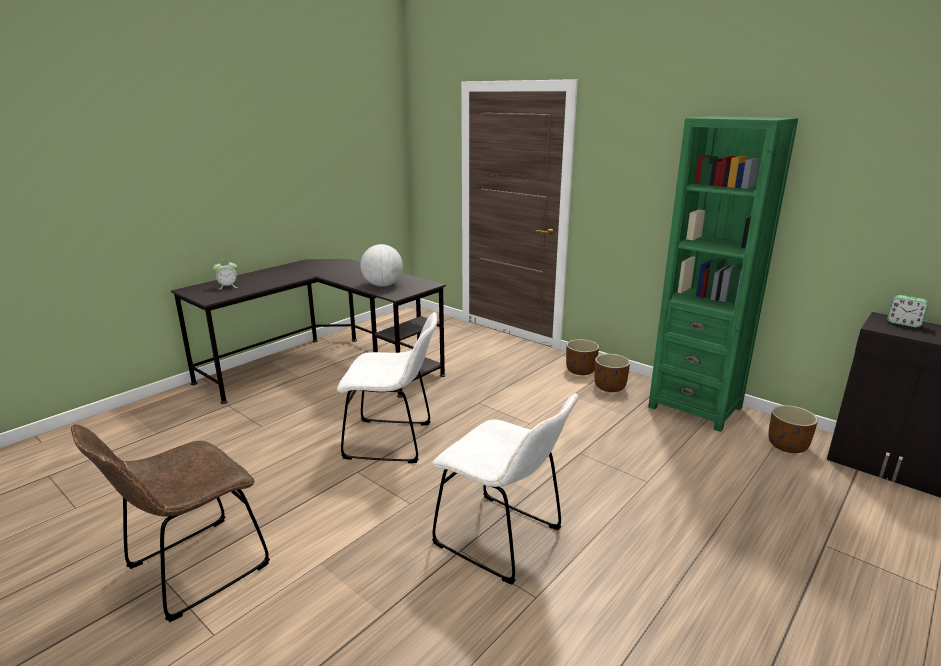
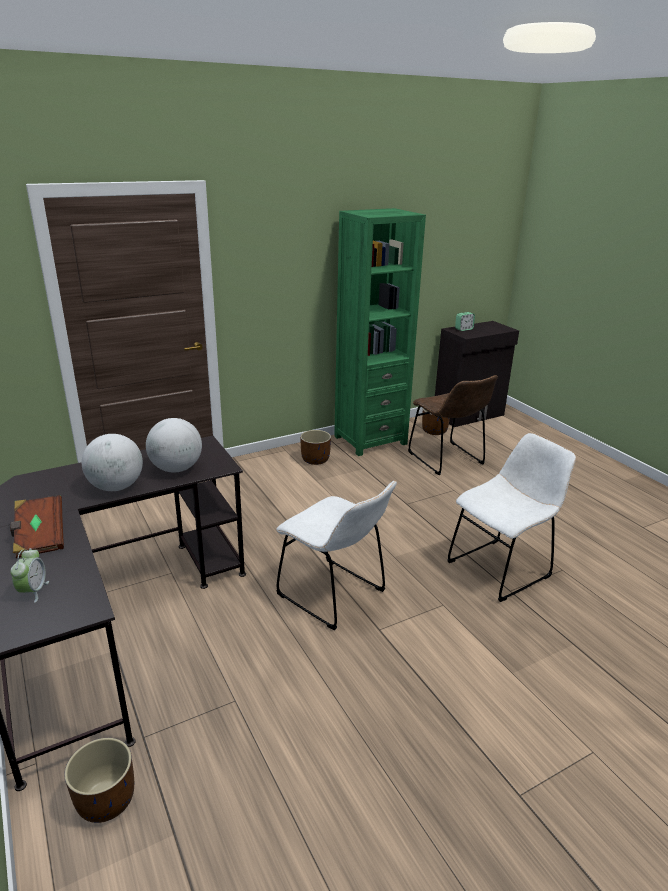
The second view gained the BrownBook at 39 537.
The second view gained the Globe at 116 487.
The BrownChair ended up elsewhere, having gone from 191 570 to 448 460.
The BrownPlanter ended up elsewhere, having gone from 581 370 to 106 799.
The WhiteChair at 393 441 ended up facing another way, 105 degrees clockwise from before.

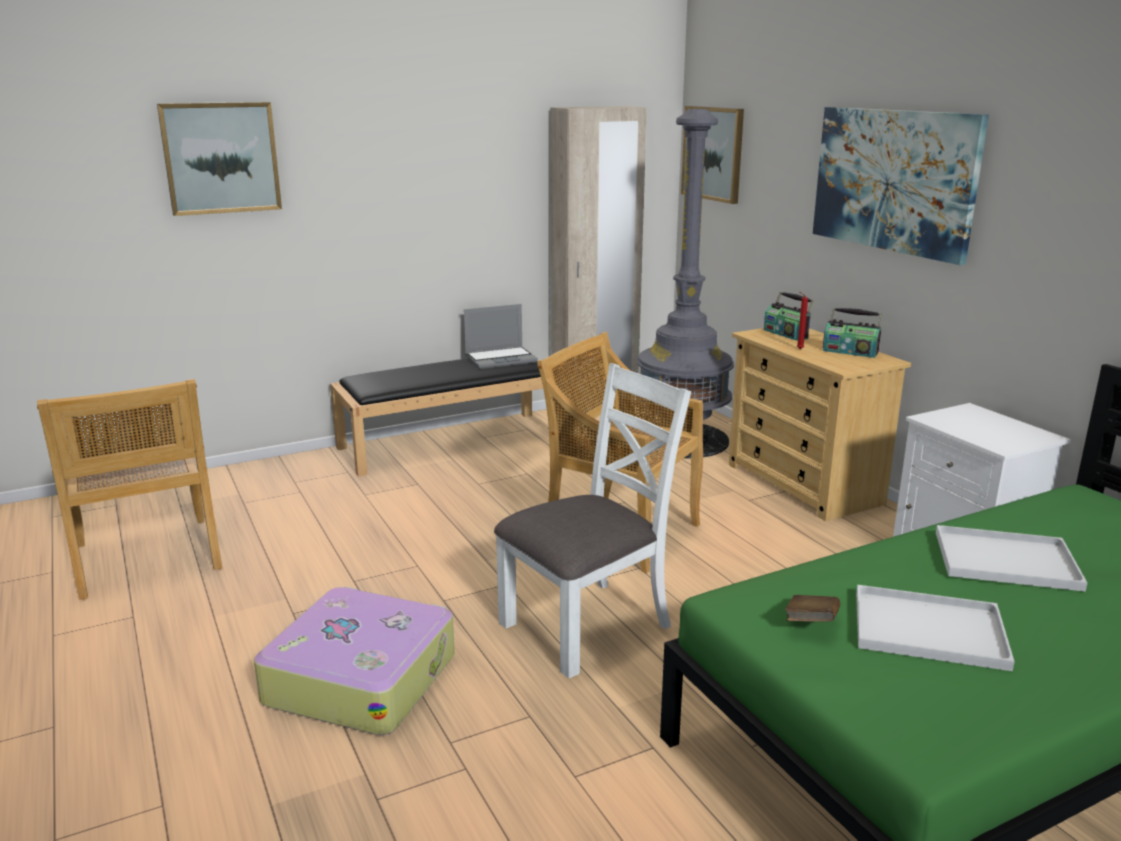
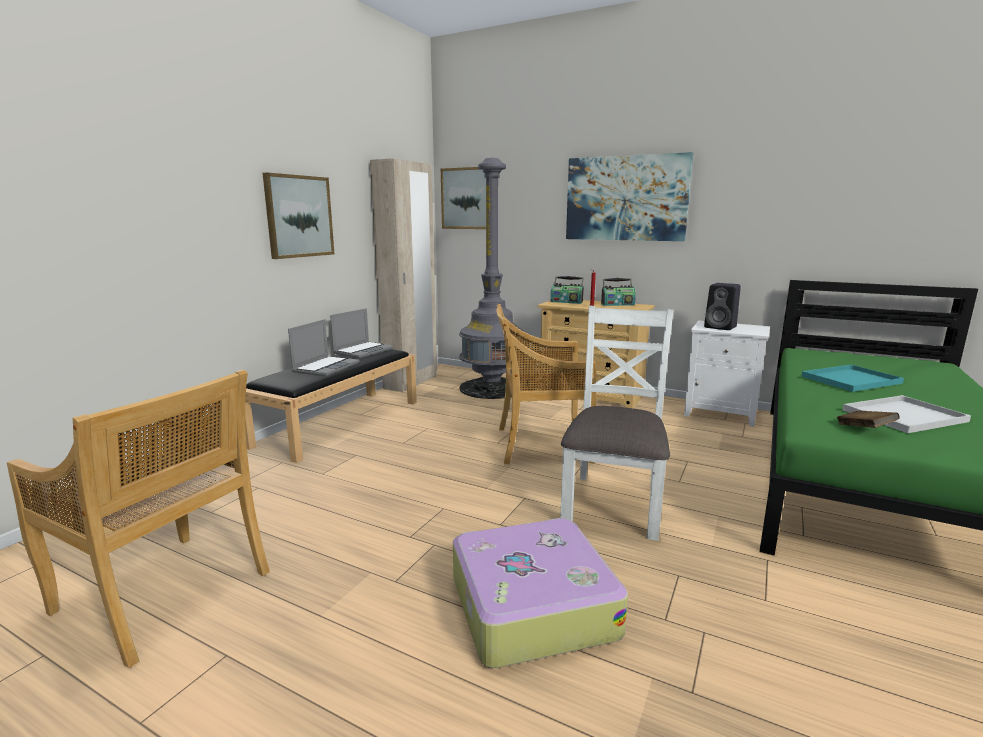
The second view gained the Laptop at 326 367.
The second view gained the BlackSpeaker at 721 327.
The Picture ended up elsewhere, having gone from 221 158 to 299 216.
What was the WhiteTray at 1003 560 turned into the TurquoiseTray at 850 380.

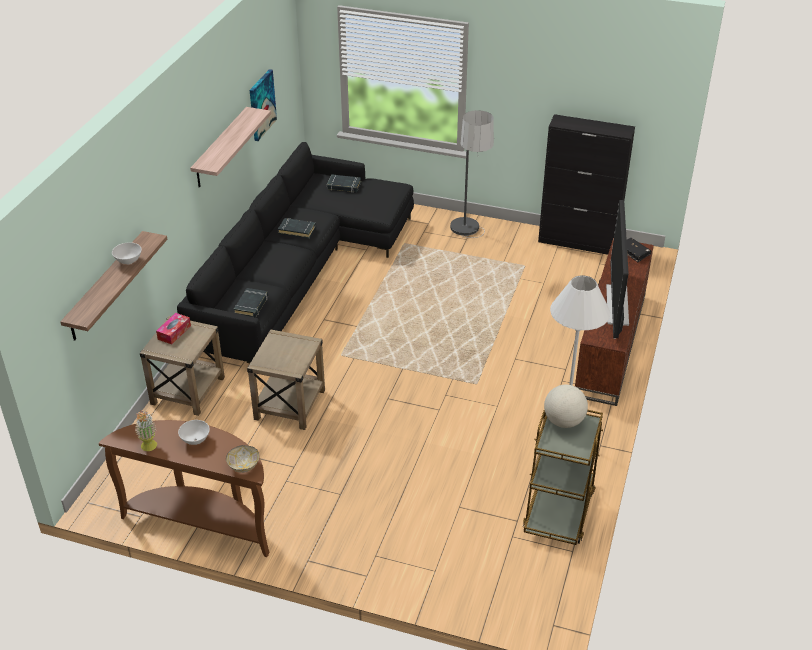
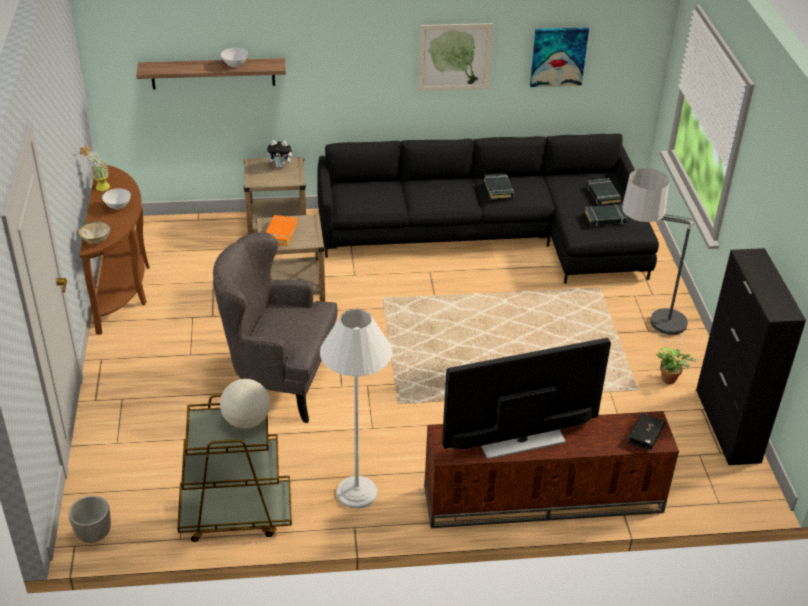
The second view gained the Planter at 93 534.
The second view gained the GreyArmchair at 279 379.
The second view gained the OrangeBook at 280 233.
The second view gained the PottedPlant at 671 379.
The BlackBook ended up elsewhere, having gone from 251 305 to 605 218.
Where the TissueBox stood at 174 332, the PlushToy came to stand at 281 166.
Where the Shelf hung at 220 148, the Picture came to hang at 455 57.

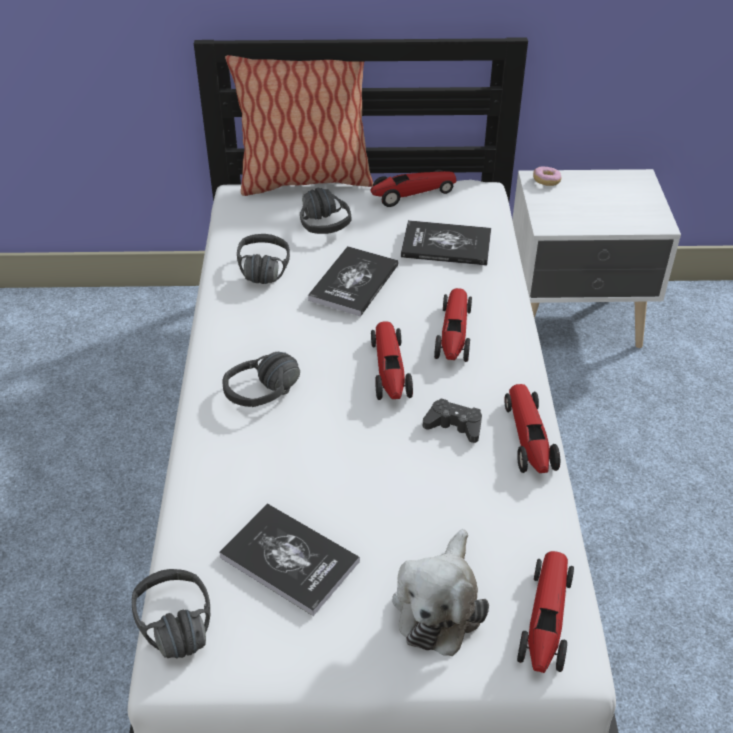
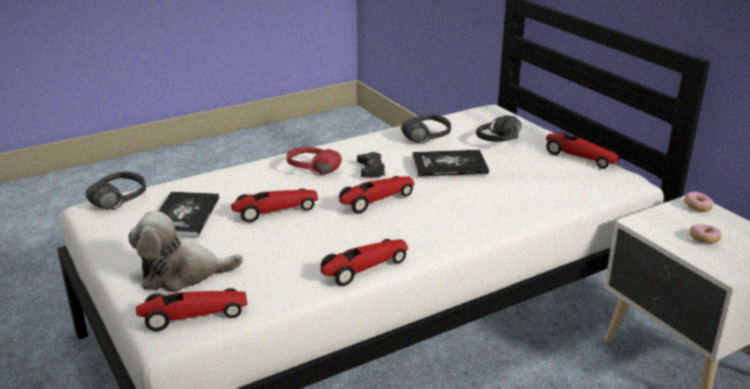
The second view lost the Pillow at 304 181.
The second view lost the Book at 446 245.
The second view gained the Donut at 704 239.
The BlackGameController ended up elsewhere, having gone from 454 426 to 371 170.
The ToyCar ended up elsewhere, having gone from 454 334 to 275 211.
What was the BlackHeadphones at 269 398 turned into the RedHeadphones at 310 173.

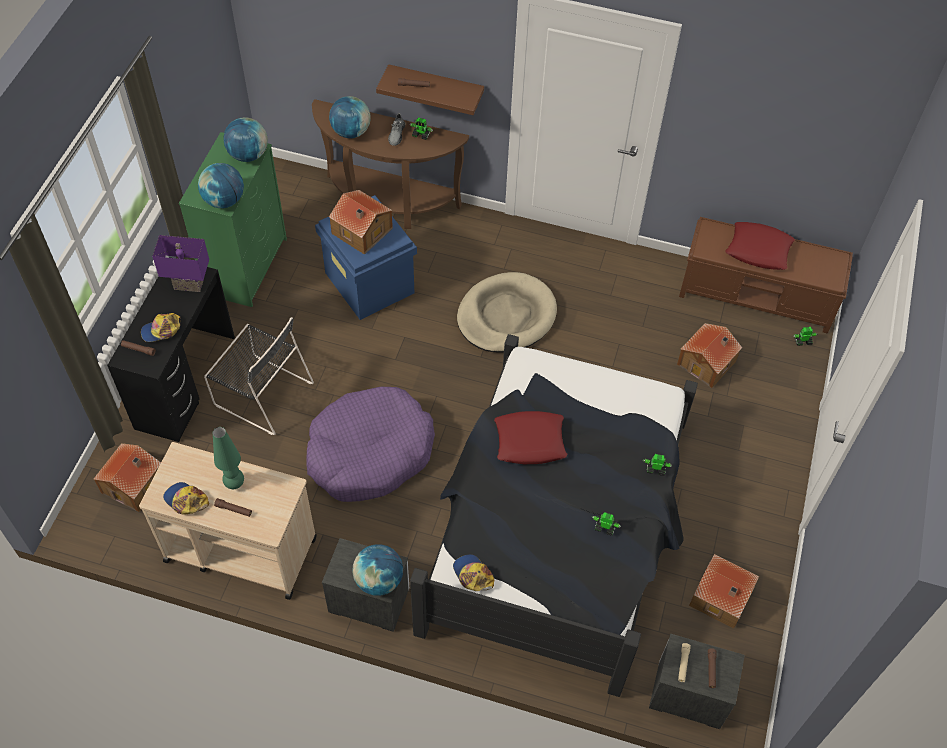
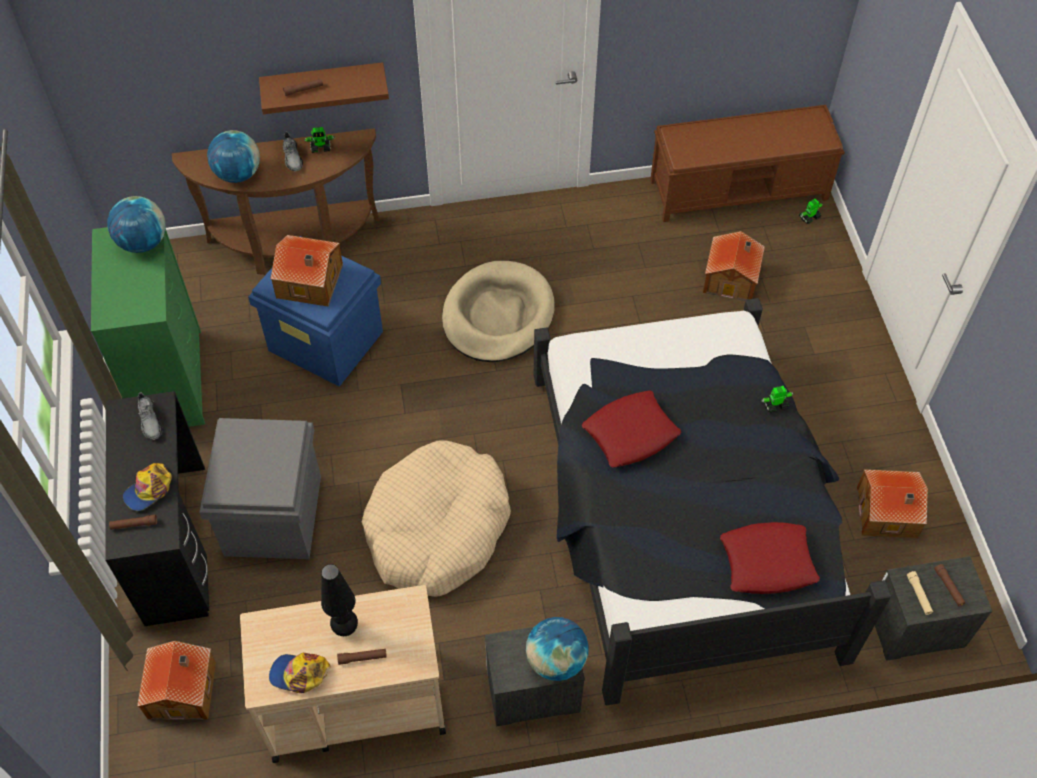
The second view lost the Globe at 224 200.
The second view lost the Cap at 473 575.
The second view lost the ToyRobot at 605 527.
The RedPillow ended up elsewhere, having gone from 758 250 to 767 562.
Where the PurpleTableLamp stood at 189 283, the GreyShoe came to stand at 150 421.
Where the BlackChair stood at 261 393, the GreyStorageBox came to stand at 273 516.
What was the GreenTableLamp at 235 483 turned into the BlackTableLamp at 345 627.
What was the PurpleDogBed at 369 453 turned into the BeigeDogBed at 437 528.

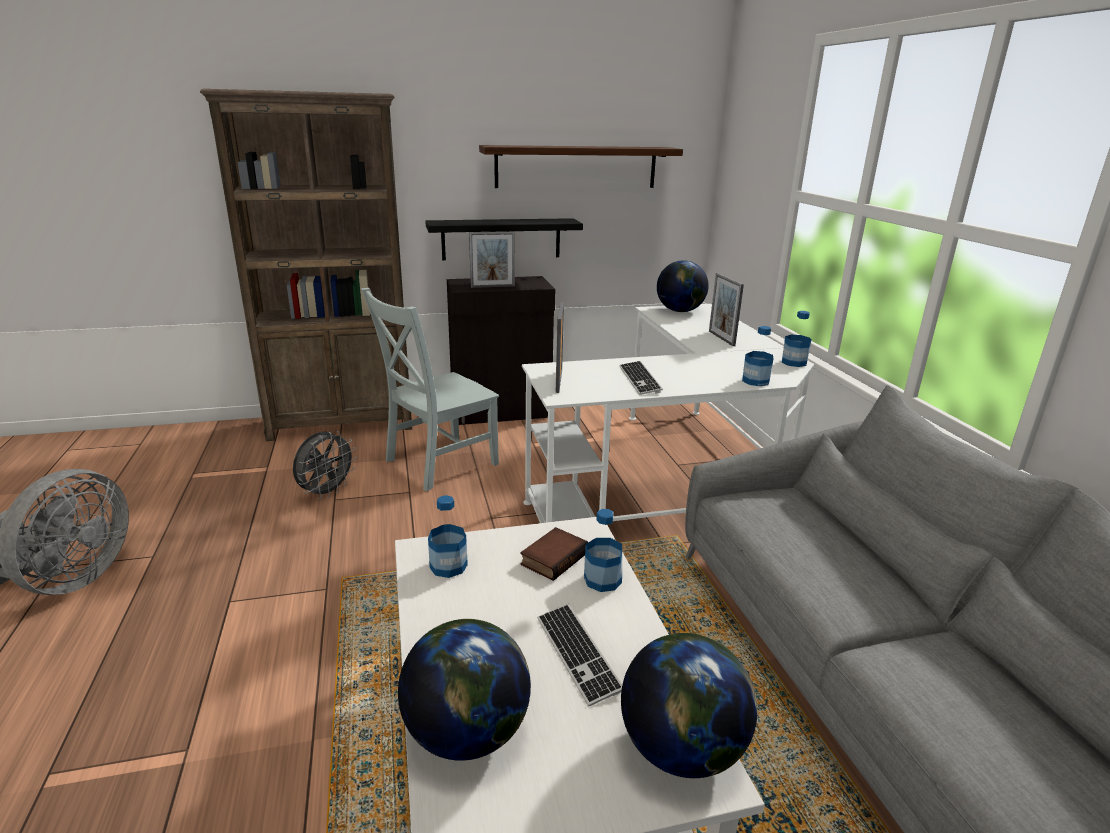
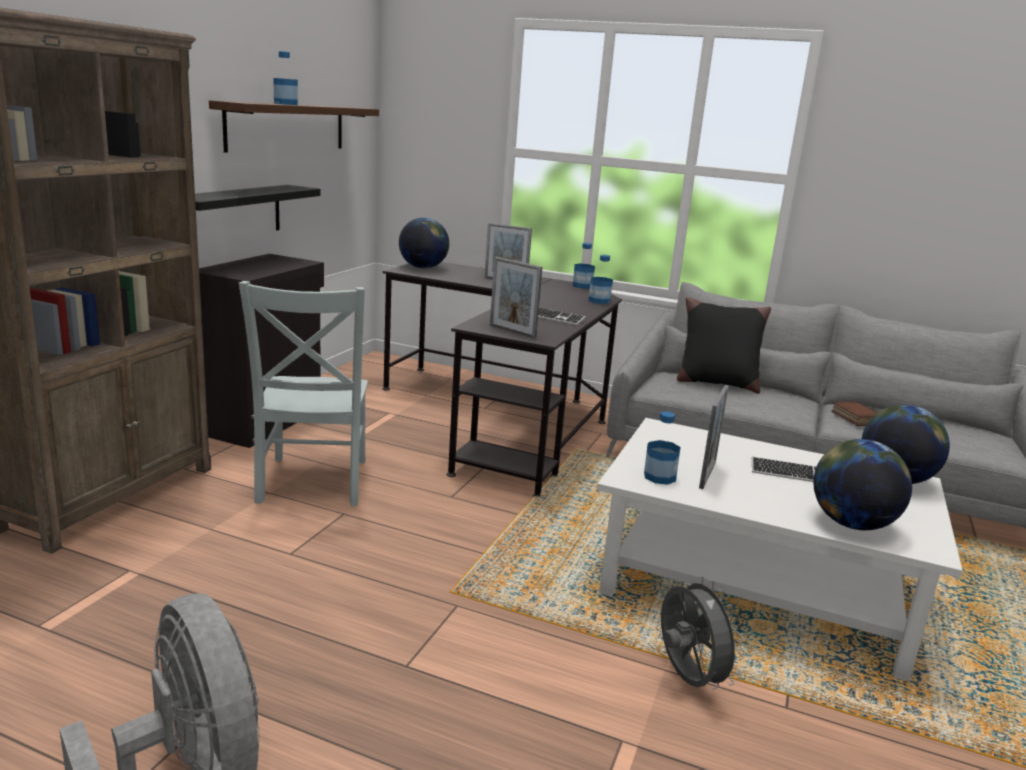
The second view gained the BlackPillow at 716 383.
The GreyFan ended up elsewhere, having gone from 327 492 to 687 679.
The PictureFrame ended up elsewhere, having gone from 492 286 to 707 475.
The Book ended up elsewhere, having gone from 553 558 to 854 418.
The Bottle ended up elsewhere, having gone from 602 580 to 285 104.
What was the WhiteDesk at 673 481 turned into the BlackDesk at 504 419.

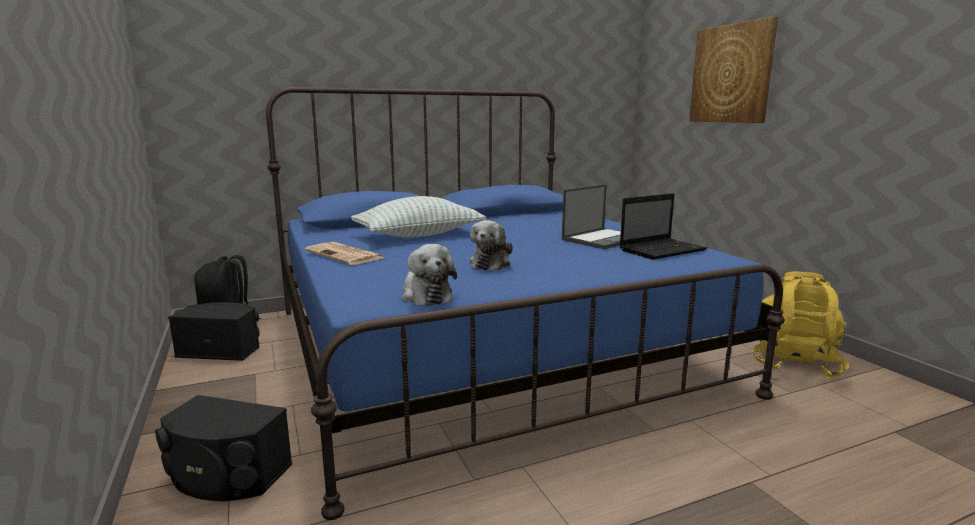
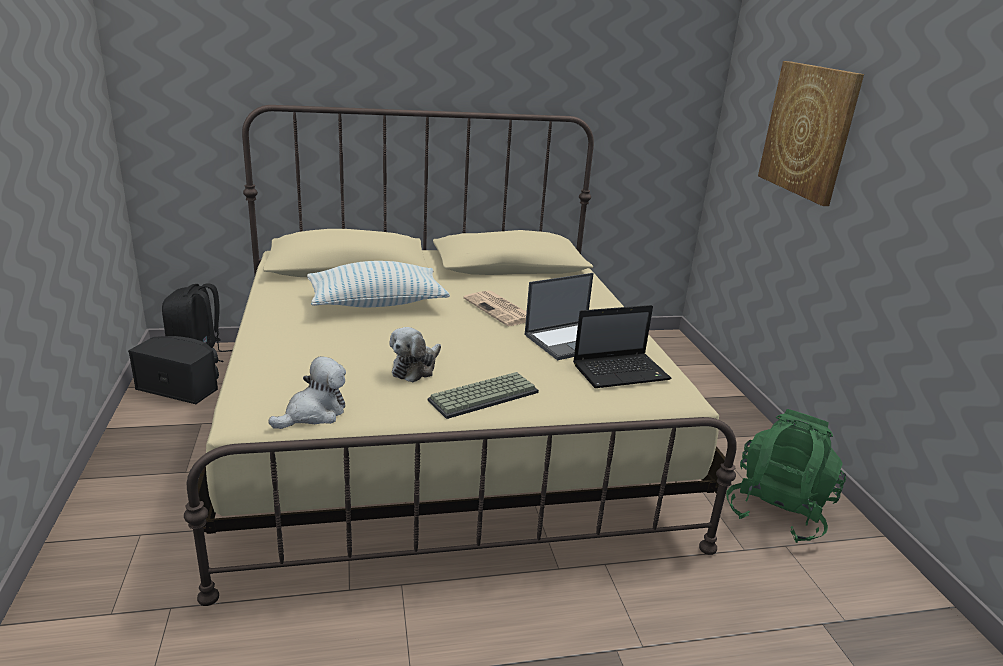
The second view lost the BlackSpeaker at 226 476.
The second view gained the Keyboard at 484 395.
The Newspaper ended up elsewhere, having gone from 345 255 to 501 309.
What was the BlueBed at 484 348 turned into the BeigeBed at 442 429.
What was the YellowBackpack at 793 363 turned into the GreenBackpack at 777 511.
The PlushToy at 425 295 ended up facing another way, 120 degrees counterclockwise from before.

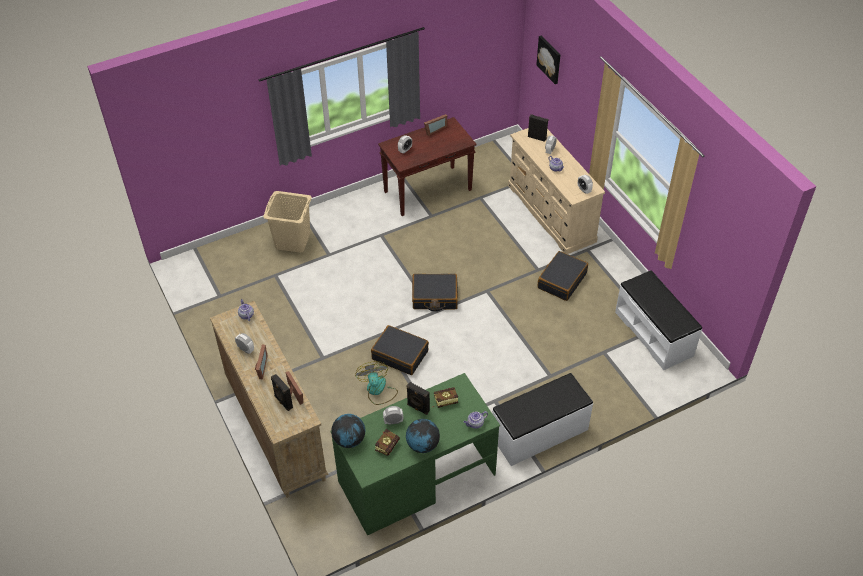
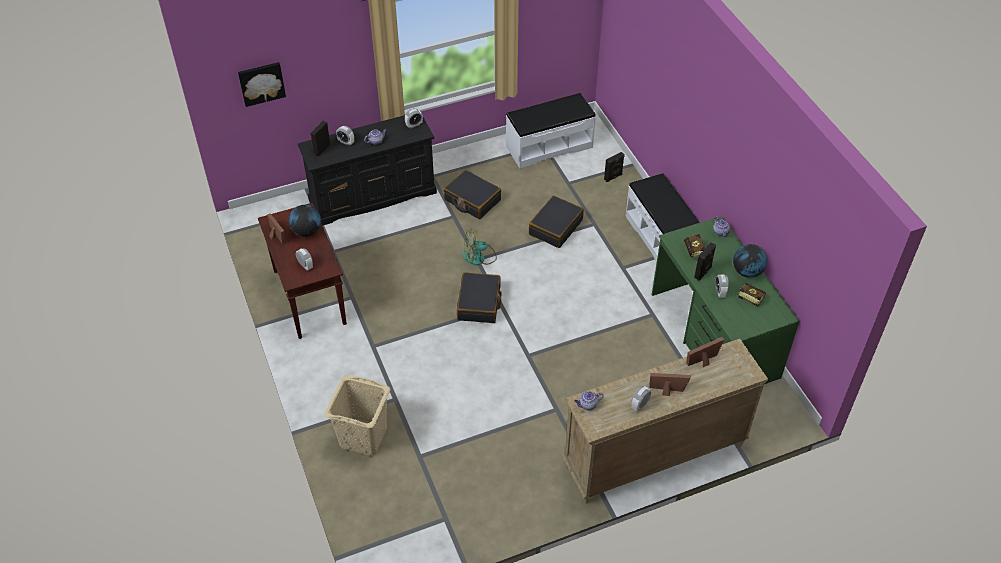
The BlackSpeaker ended up elsewhere, having gone from 283 402 to 613 177.
The Globe ended up elsewhere, having gone from 349 440 to 307 231.
The Fan ended up elsewhere, having gone from 378 390 to 479 257.
The BlackSuitcase ended up elsewhere, having gone from 400 355 to 555 227.
What was the BeigeDresser at 551 213 turned into the BlackDresser at 373 196.

